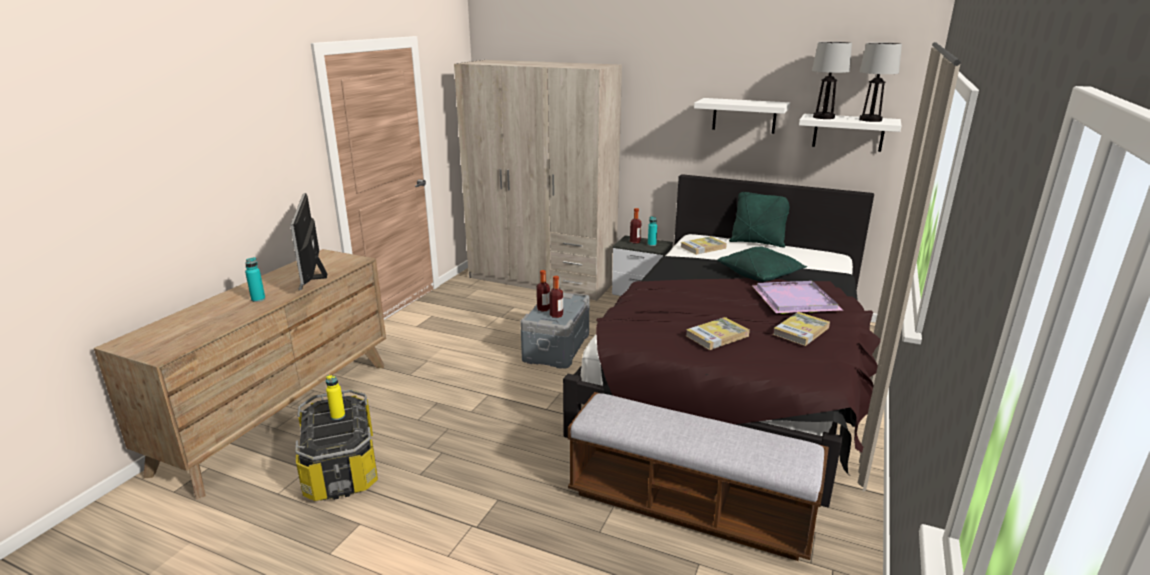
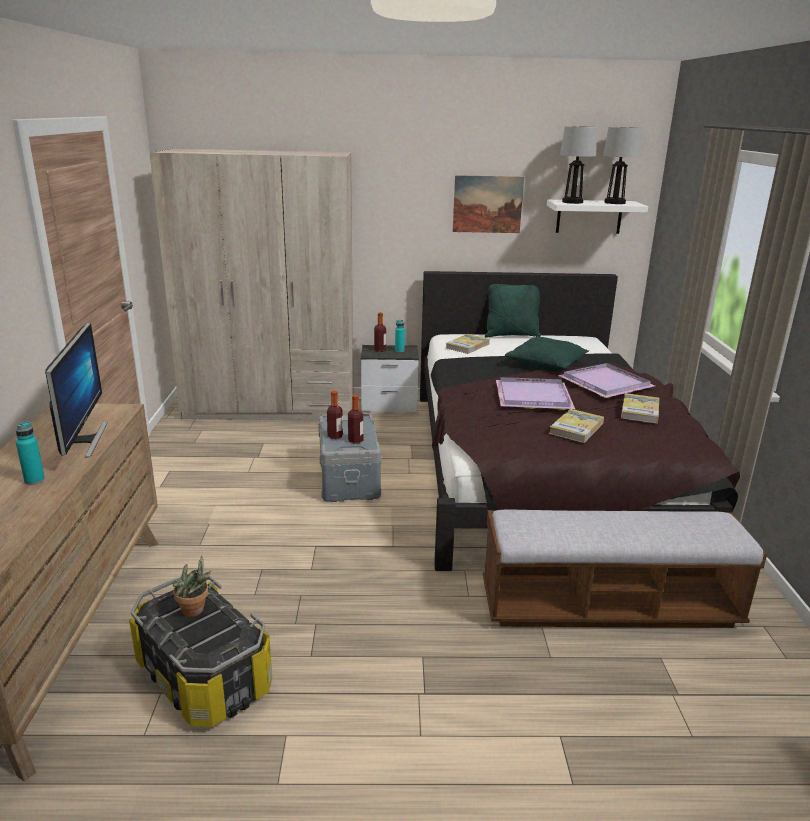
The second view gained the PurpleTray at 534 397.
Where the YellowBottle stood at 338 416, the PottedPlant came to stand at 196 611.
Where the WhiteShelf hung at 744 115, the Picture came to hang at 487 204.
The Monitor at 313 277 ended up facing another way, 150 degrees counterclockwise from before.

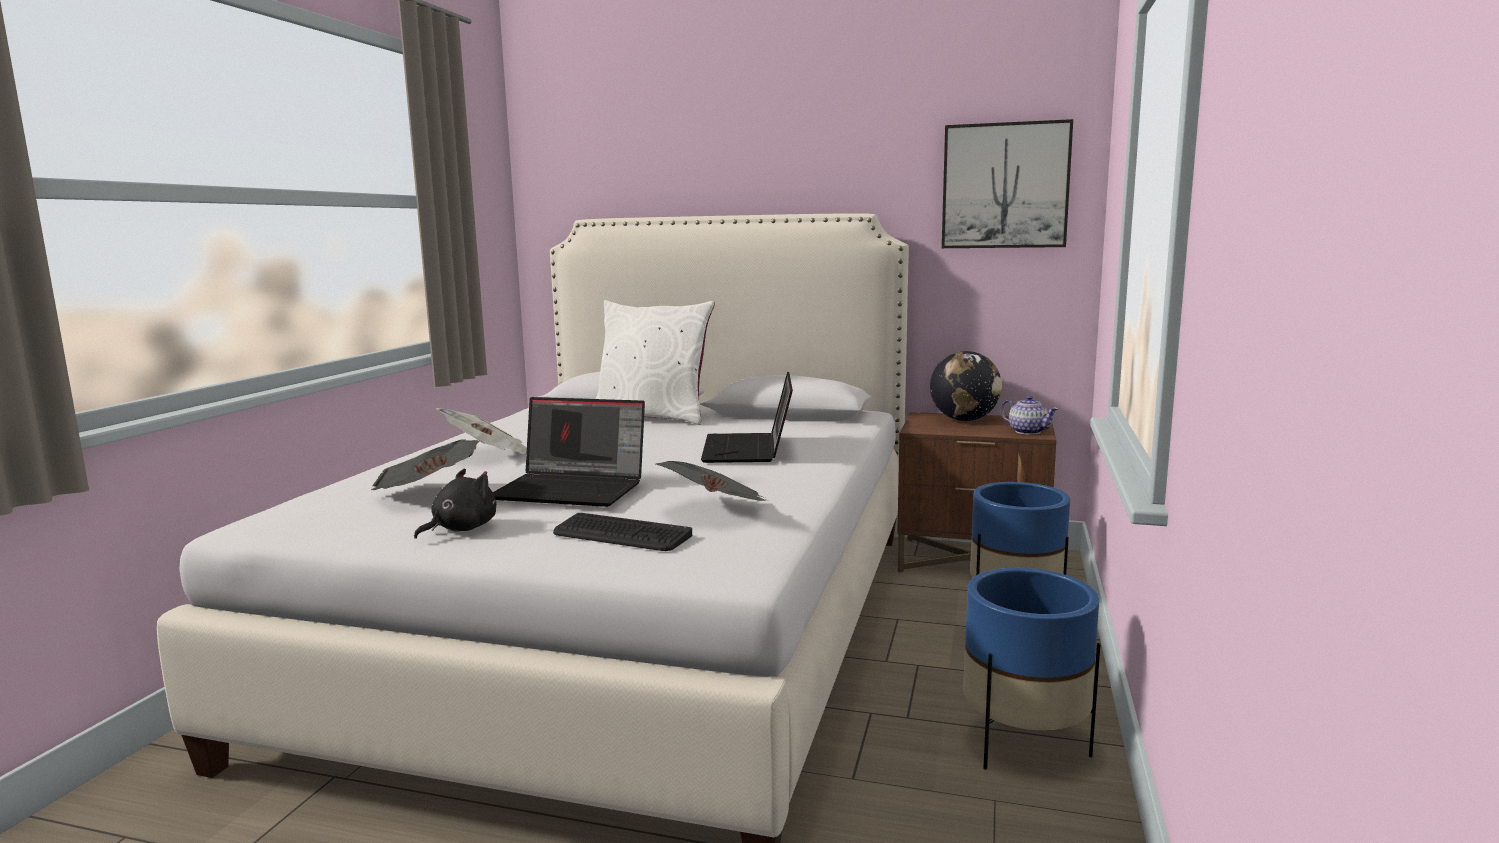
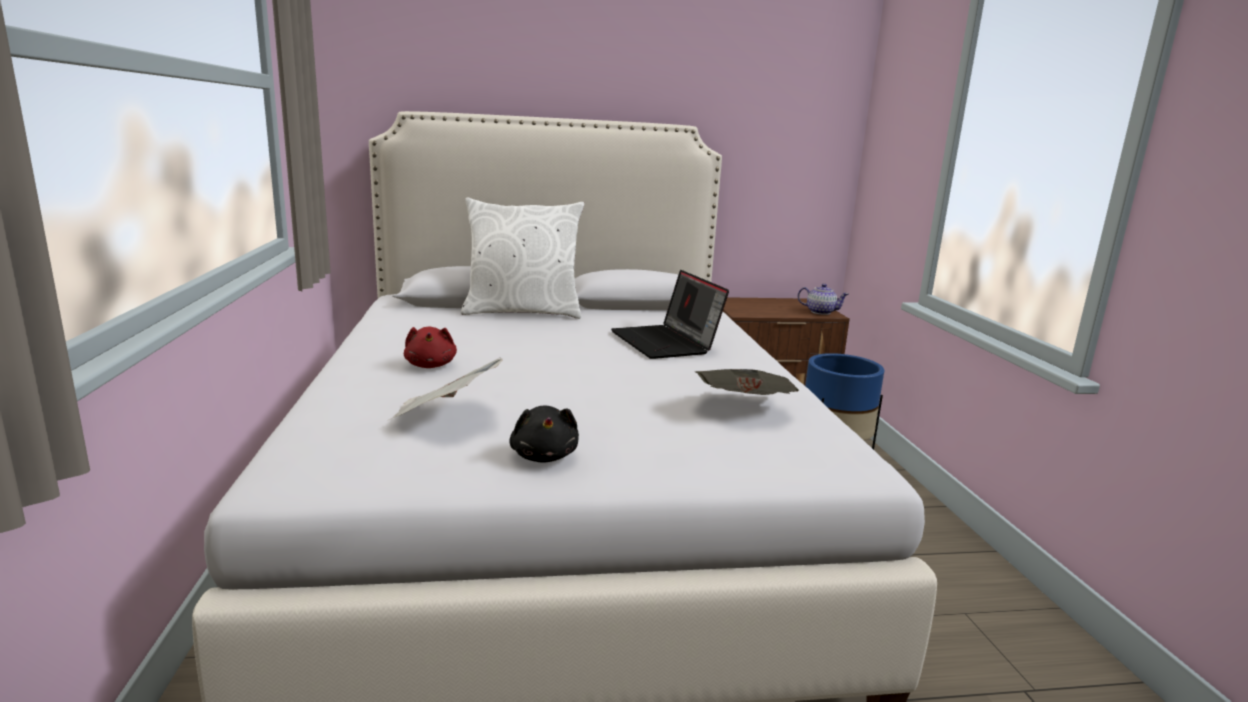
The second view lost the Laptop at 573 489.
The second view lost the Keyboard at 621 535.
The second view lost the Globe at 964 420.
The second view lost the Picture at 1005 186.
The second view lost the BluePlanter at 1023 744.
Where the Newspaper stood at 489 456, the RedPlushToy came to stand at 431 365.
The BlackPlushToy at 461 529 ended up facing another way, 150 degrees clockwise from before.

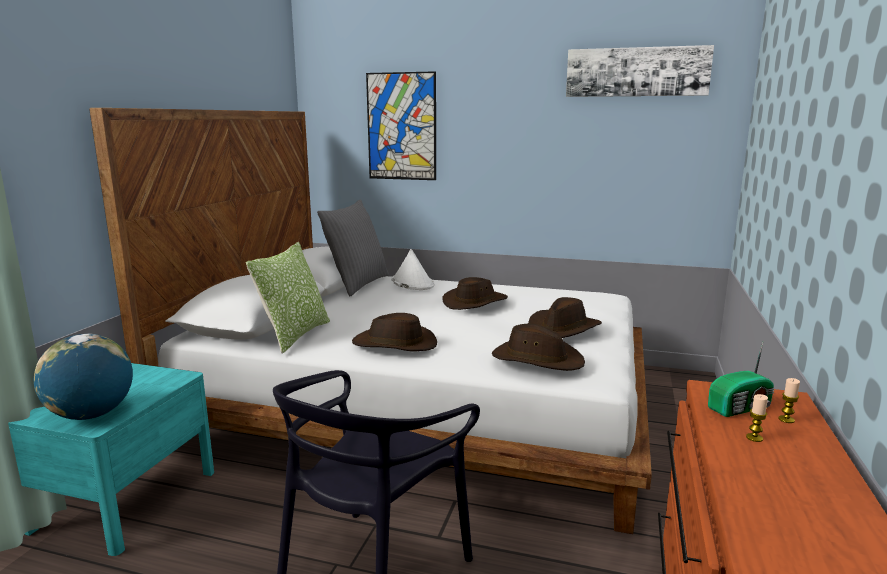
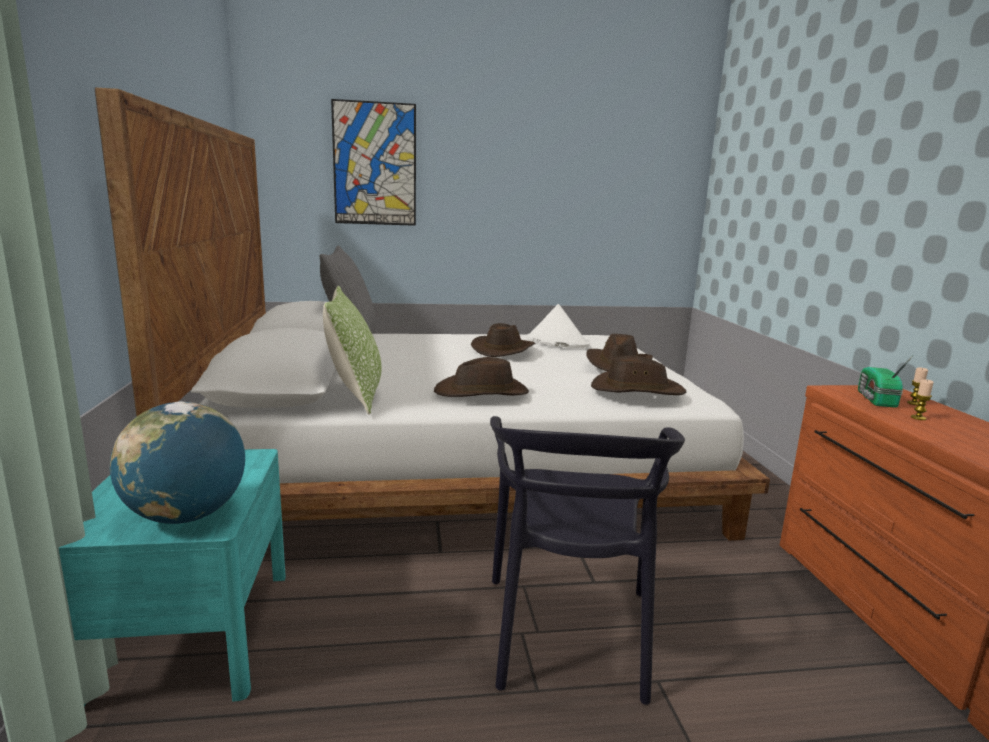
The second view lost the Picture at 636 72.
The WhiteHat ended up elsewhere, having gone from 412 283 to 556 342.
The Radio at 741 408 ended up facing another way, 150 degrees clockwise from before.

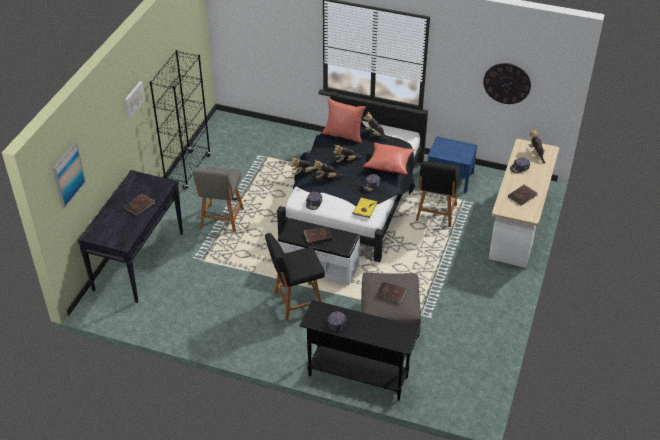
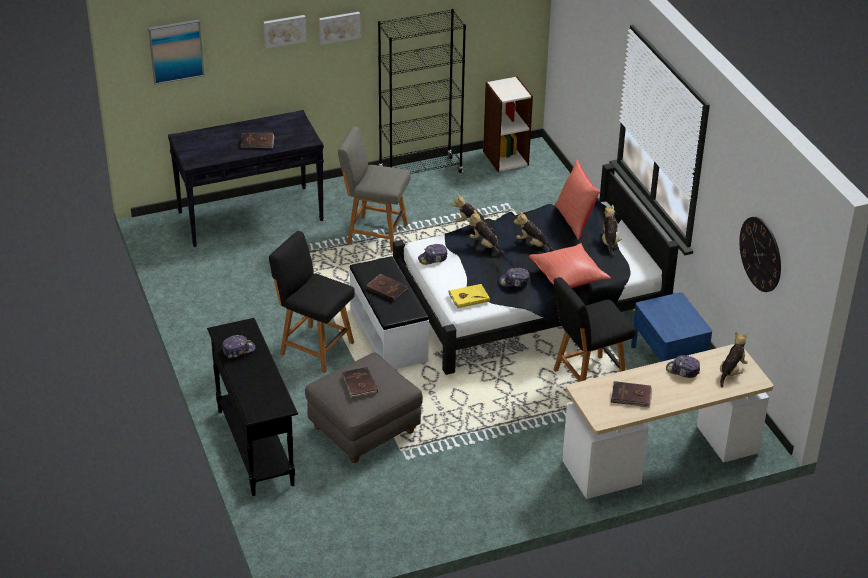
The second view gained the Picture at 284 30.
The second view gained the Bookcase at 505 158.
The GreyChair at 221 219 ended up facing another way, 45 degrees clockwise from before.

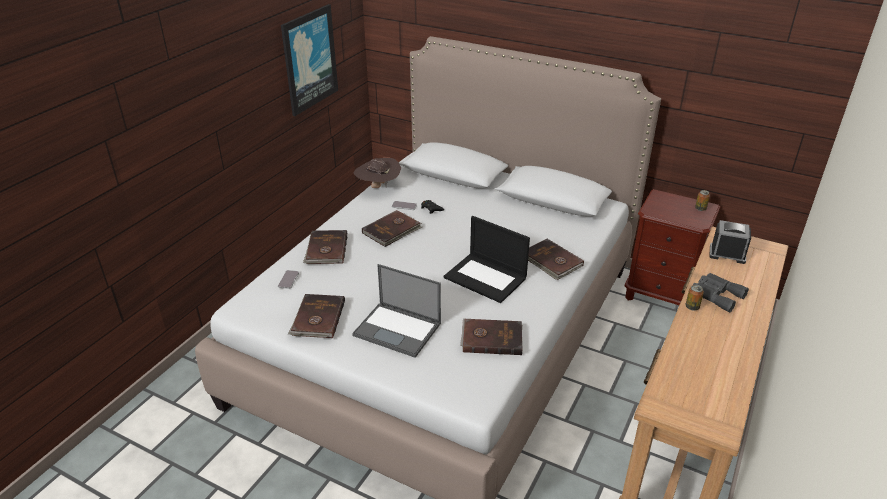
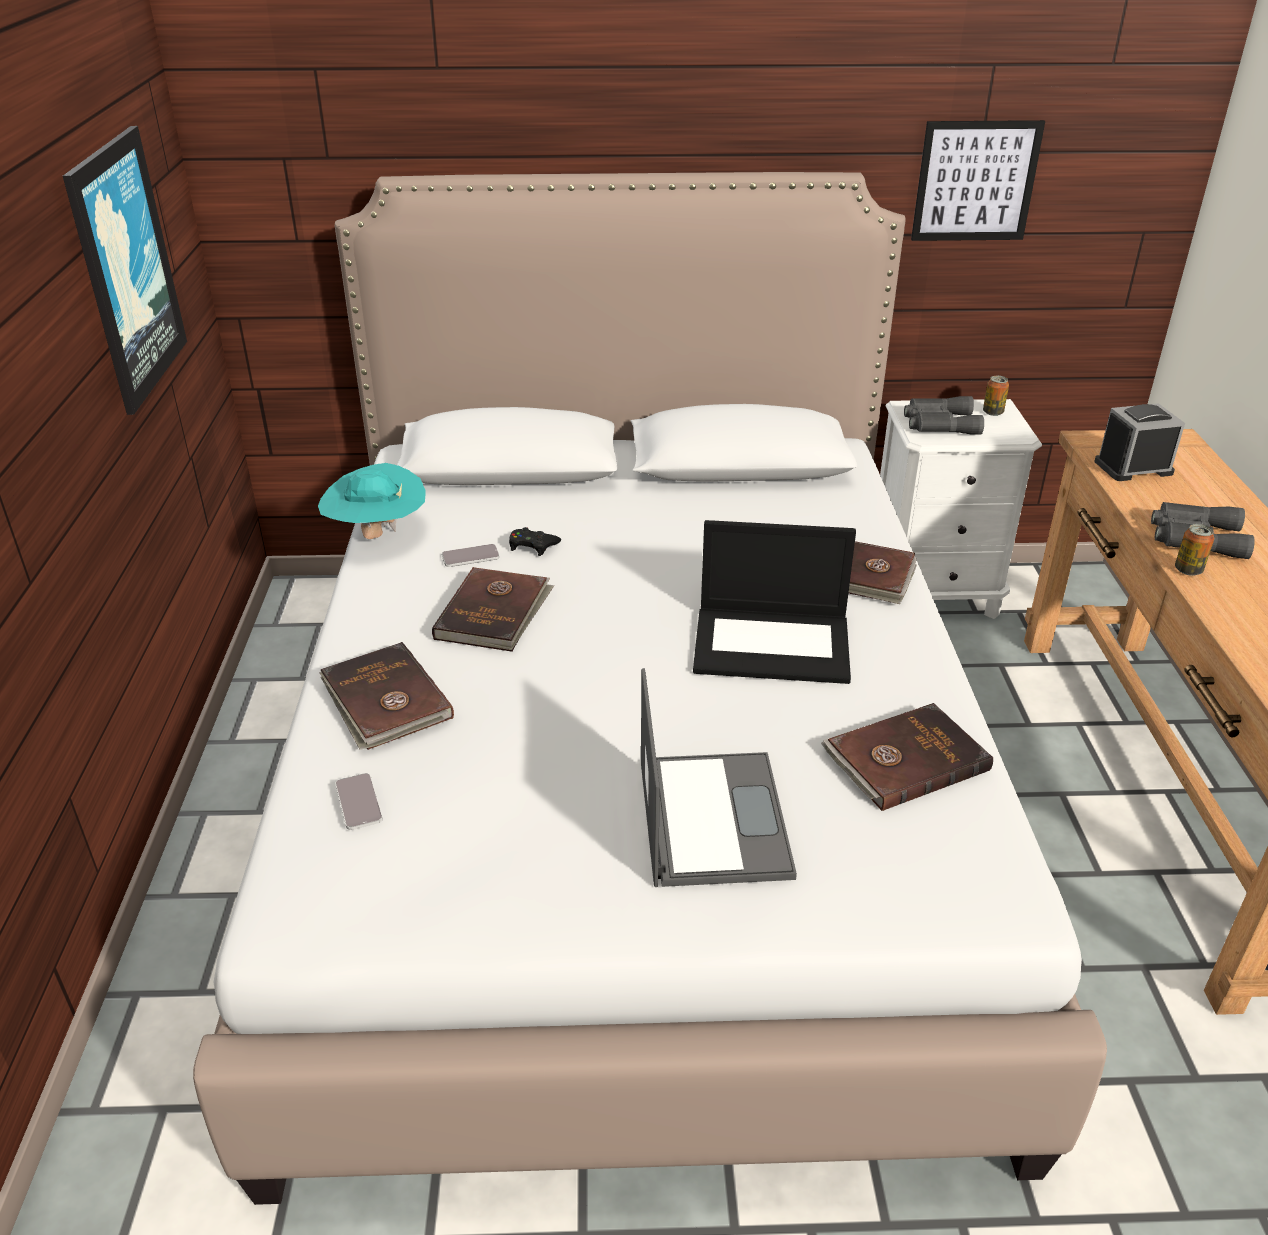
The second view lost the BrownBook at 317 318.
The second view gained the GreyBinoculars at 939 423.
The second view gained the Picture at 975 181.
What was the BrownHat at 378 187 turned into the TurquoiseHat at 377 535.
What was the BrownNightstand at 660 295 turned into the WhiteNightstand at 933 595.
The Laptop at 398 329 ended up facing another way, 90 degrees counterclockwise from before.

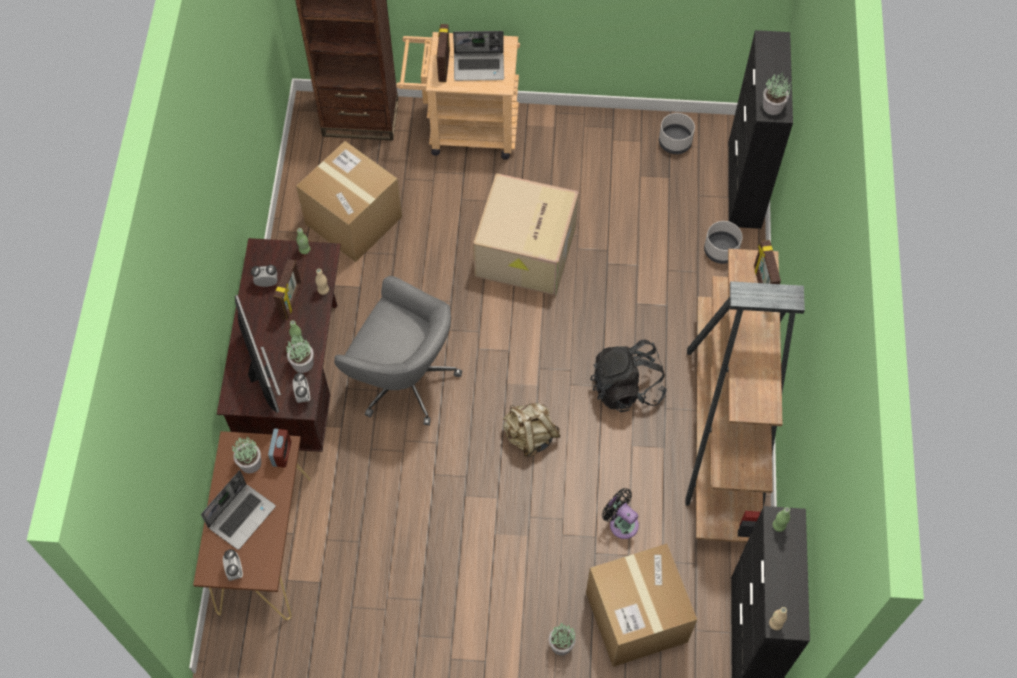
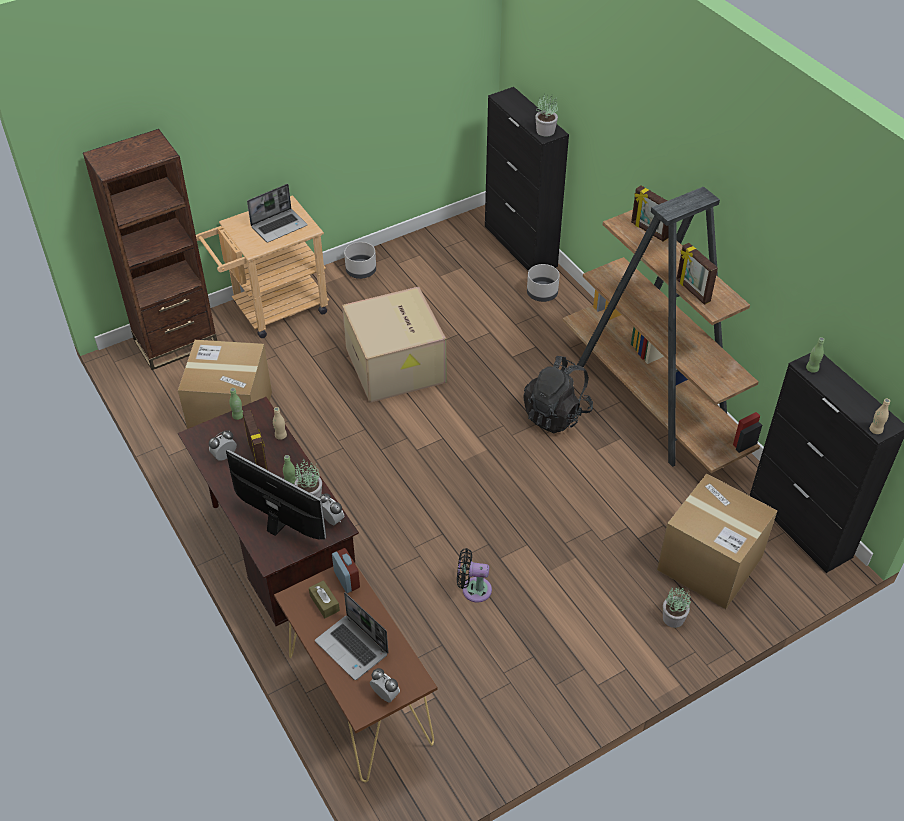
The second view lost the GreyOfficeChair at 403 378.
The second view lost the BeigeBackpack at 530 436.
The PictureFrame ended up elsewhere, having gone from 443 66 to 692 291.
The BlackFan ended up elsewhere, having gone from 621 522 to 473 589.
The GreyPlanter ended up elsewhere, having gone from 675 142 to 361 270.
Where the PottedPlant stood at 250 463, the BrownTissueBox came to stand at 324 603.
The Laptop at 242 516 ended up facing another way, 135 degrees clockwise from before.

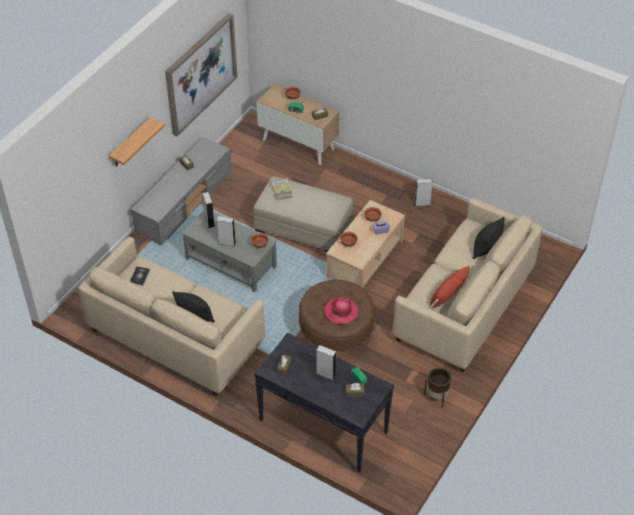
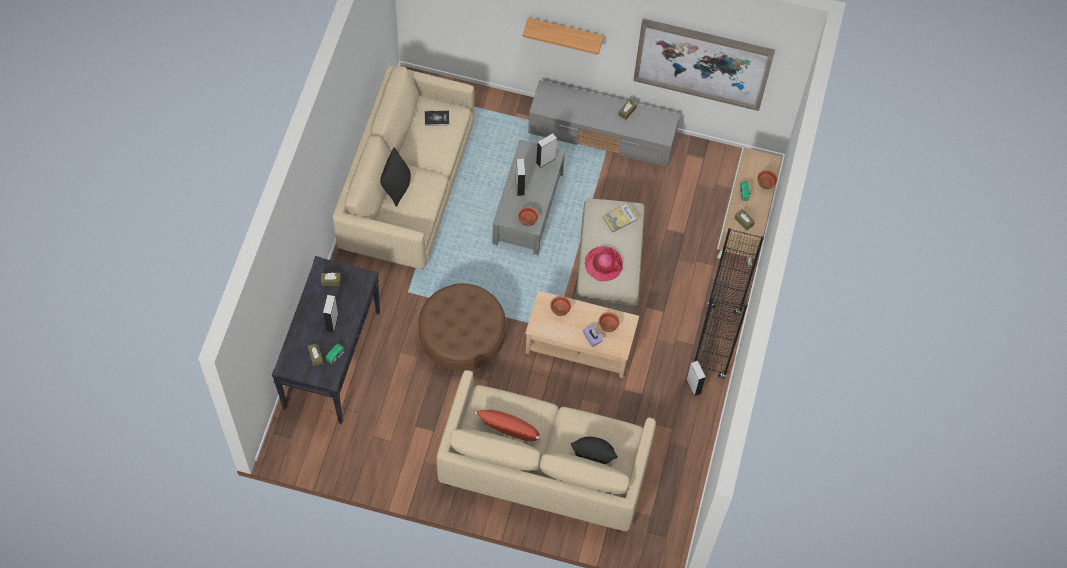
The second view lost the BrownPlanter at 437 397.
The second view gained the BlackBookcase at 716 342.
The Hat ended up elsewhere, having gone from 341 311 to 603 264.

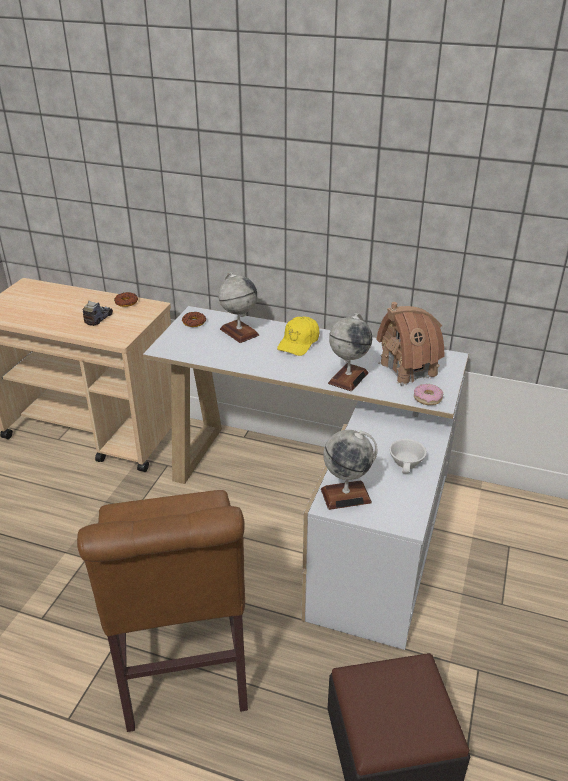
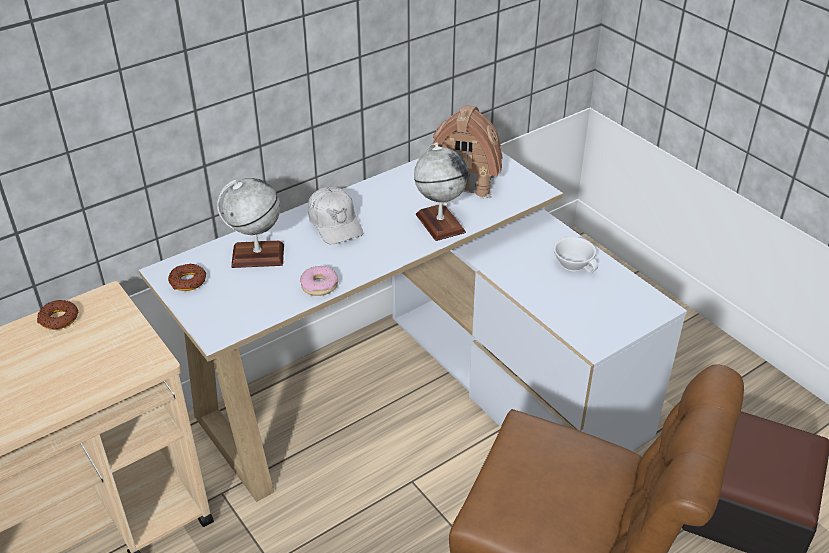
The second view lost the ToyTruck at 98 318.
The second view lost the Globe at 346 495.
The Donut ended up elsewhere, having gone from 427 398 to 319 285.
What was the YellowCap at 299 343 turned into the WhiteCap at 335 223.

